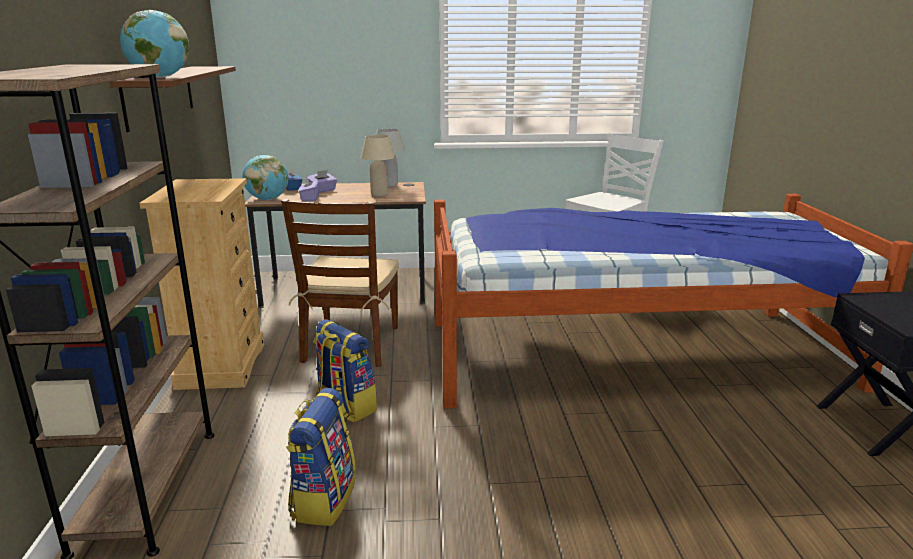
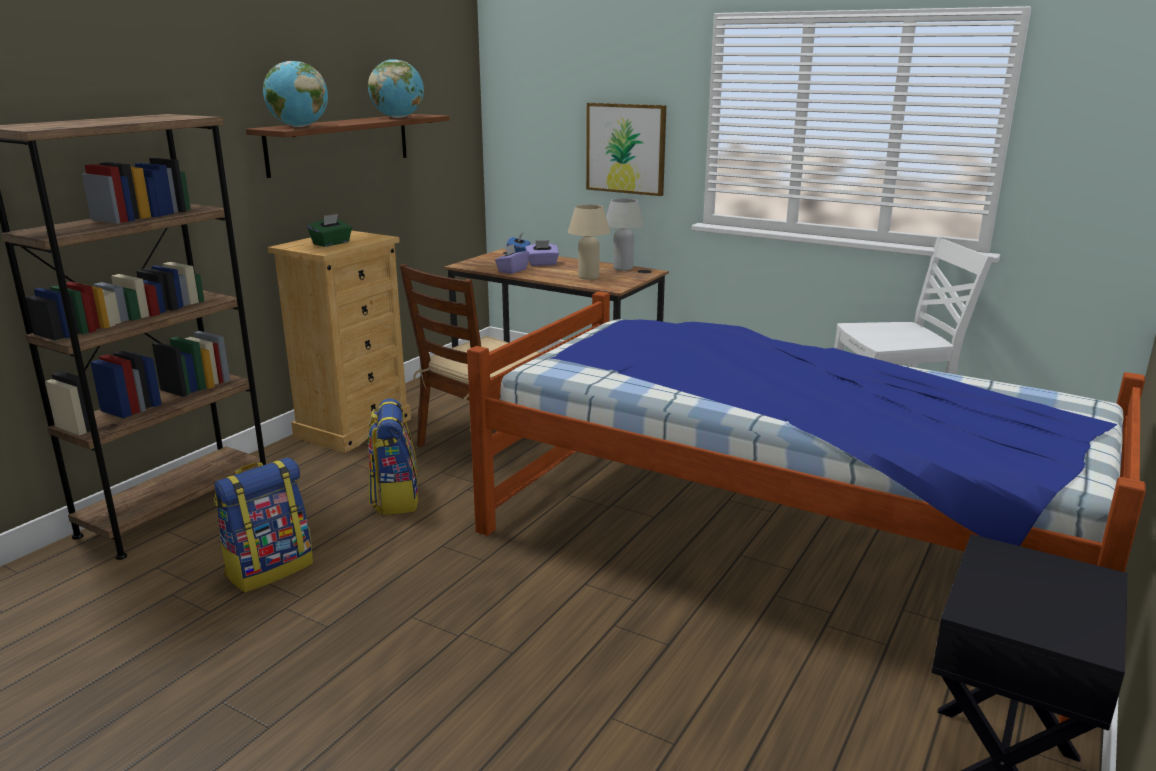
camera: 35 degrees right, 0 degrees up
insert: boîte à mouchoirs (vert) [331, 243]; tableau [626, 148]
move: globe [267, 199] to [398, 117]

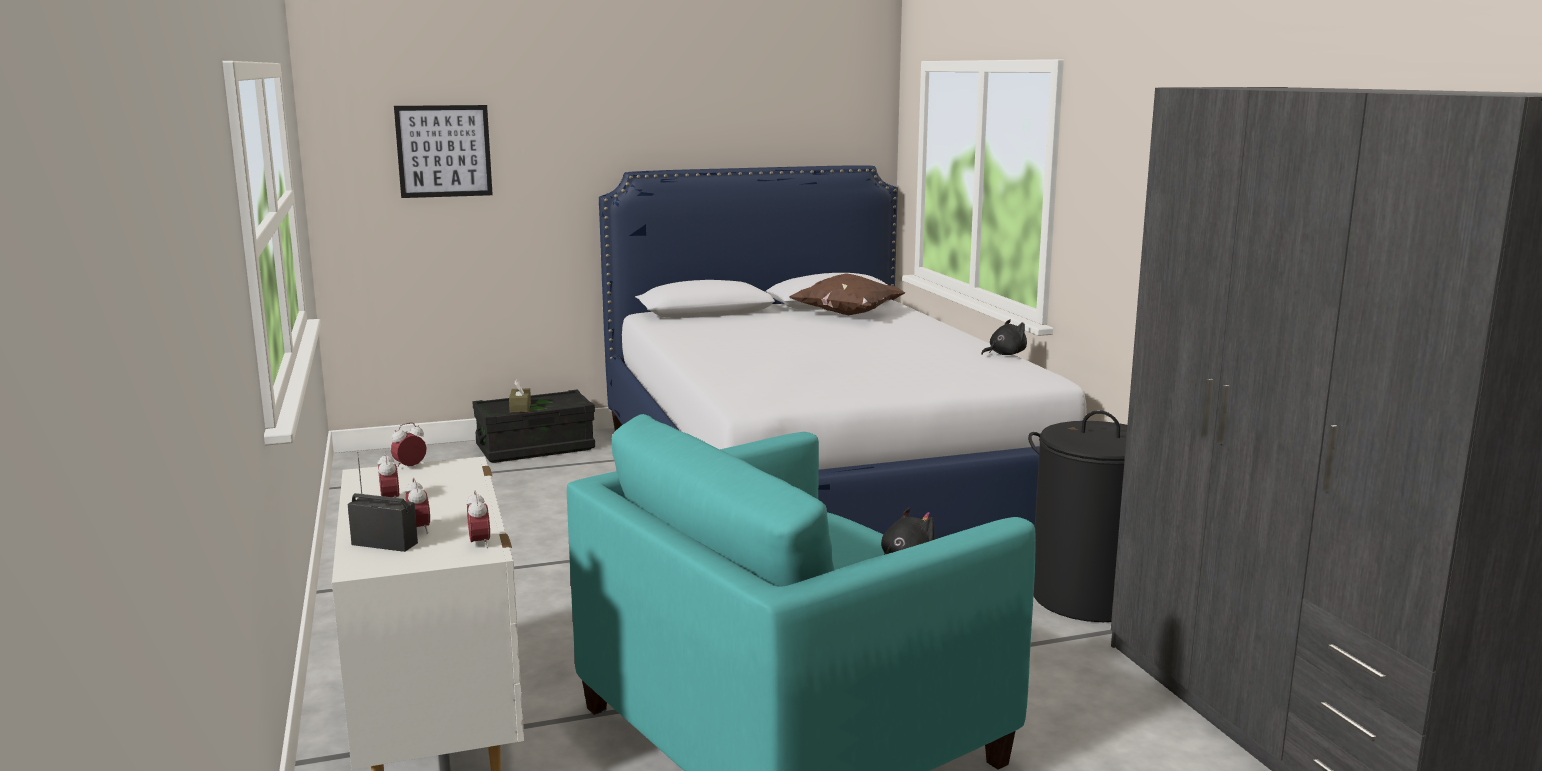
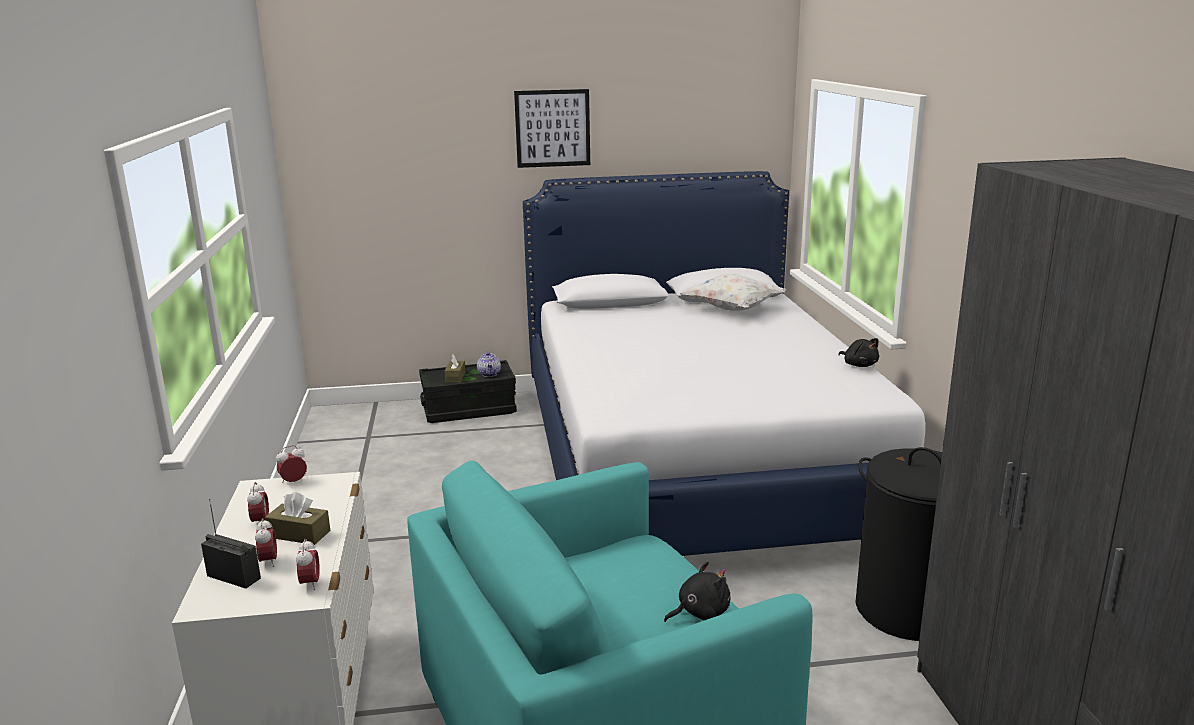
camera: 10 degrees right, 5 degrees up
insert: boîte à mouchoirs (marron) [299, 534]; théière [489, 374]
move: tableau [444, 151] to [552, 128]
recolor: coussin (marron) [848, 314] to coussin (blanc) [732, 309]
rotate: peluche (noir) [1005, 354] = [859, 365] 75 degrees clockwise

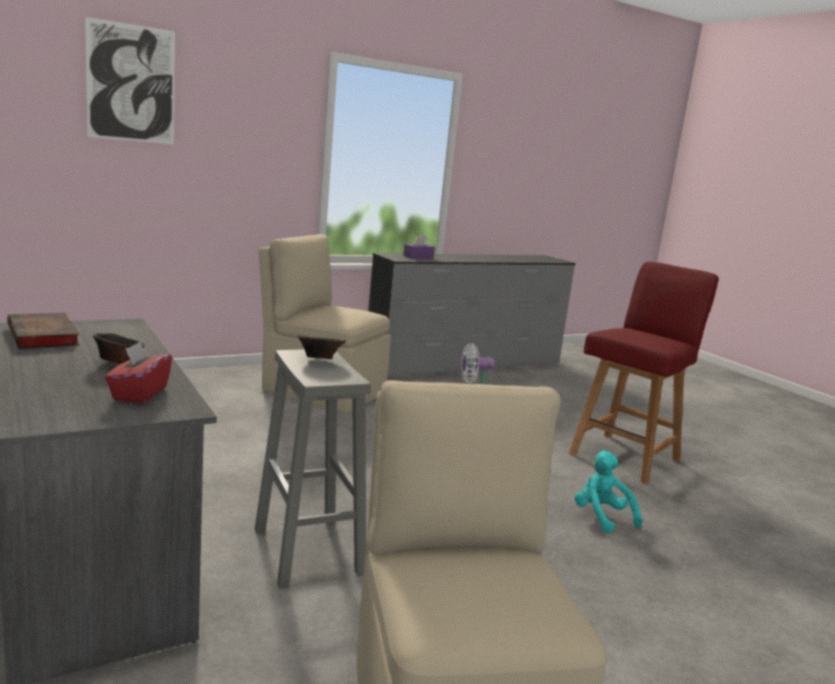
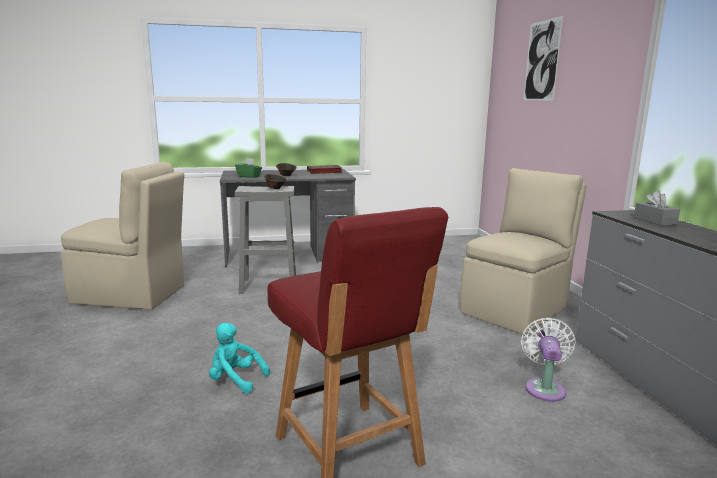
camera: 110 degrees right, 0 degrees up
recolor: boîte à mouchoirs (rouge) [139, 394] to boîte à mouchoirs (vert) [249, 176]; boîte à mouchoirs (violet) [418, 257] to boîte à mouchoirs (gris) [654, 221]
rotate: peluche (turquoise) [601, 517] = [235, 380] 150 degrees counterclockwise

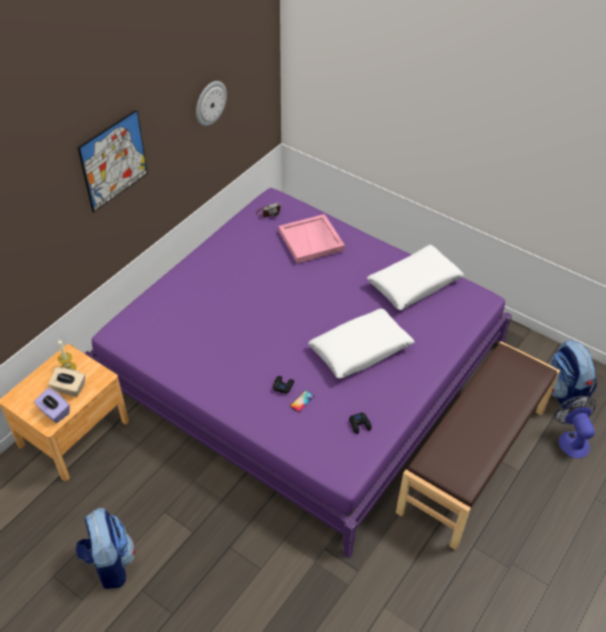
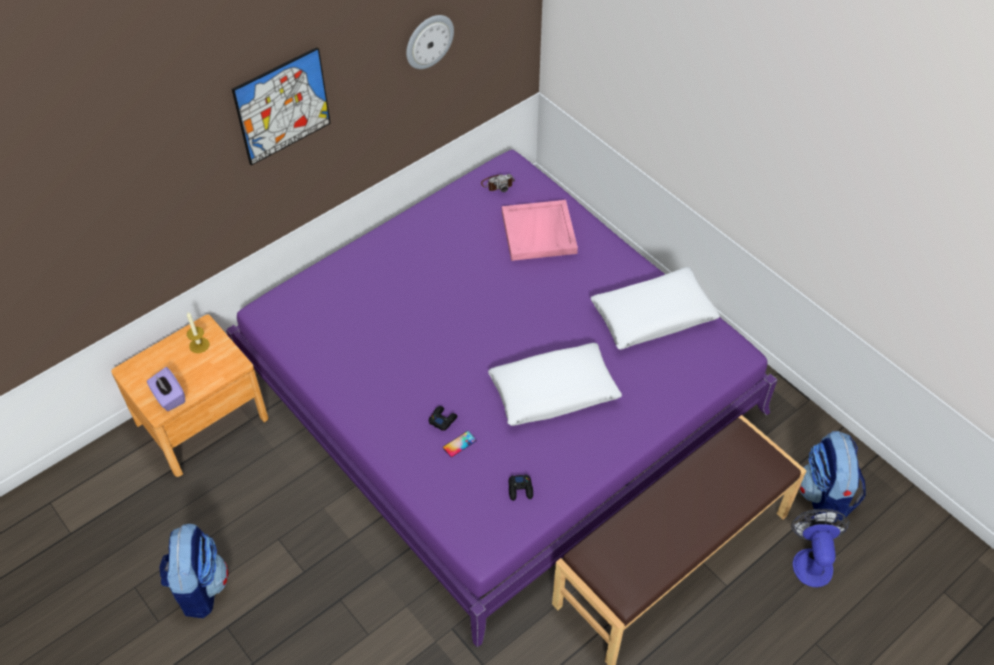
camera: 15 degrees right, 5 degrees up
delete: boîte à mouchoirs (beige) [69, 388]

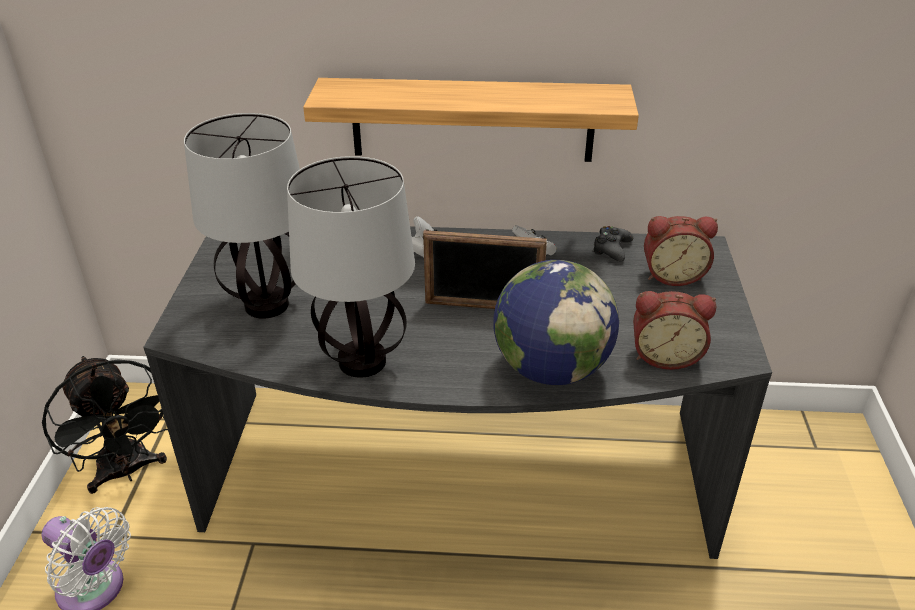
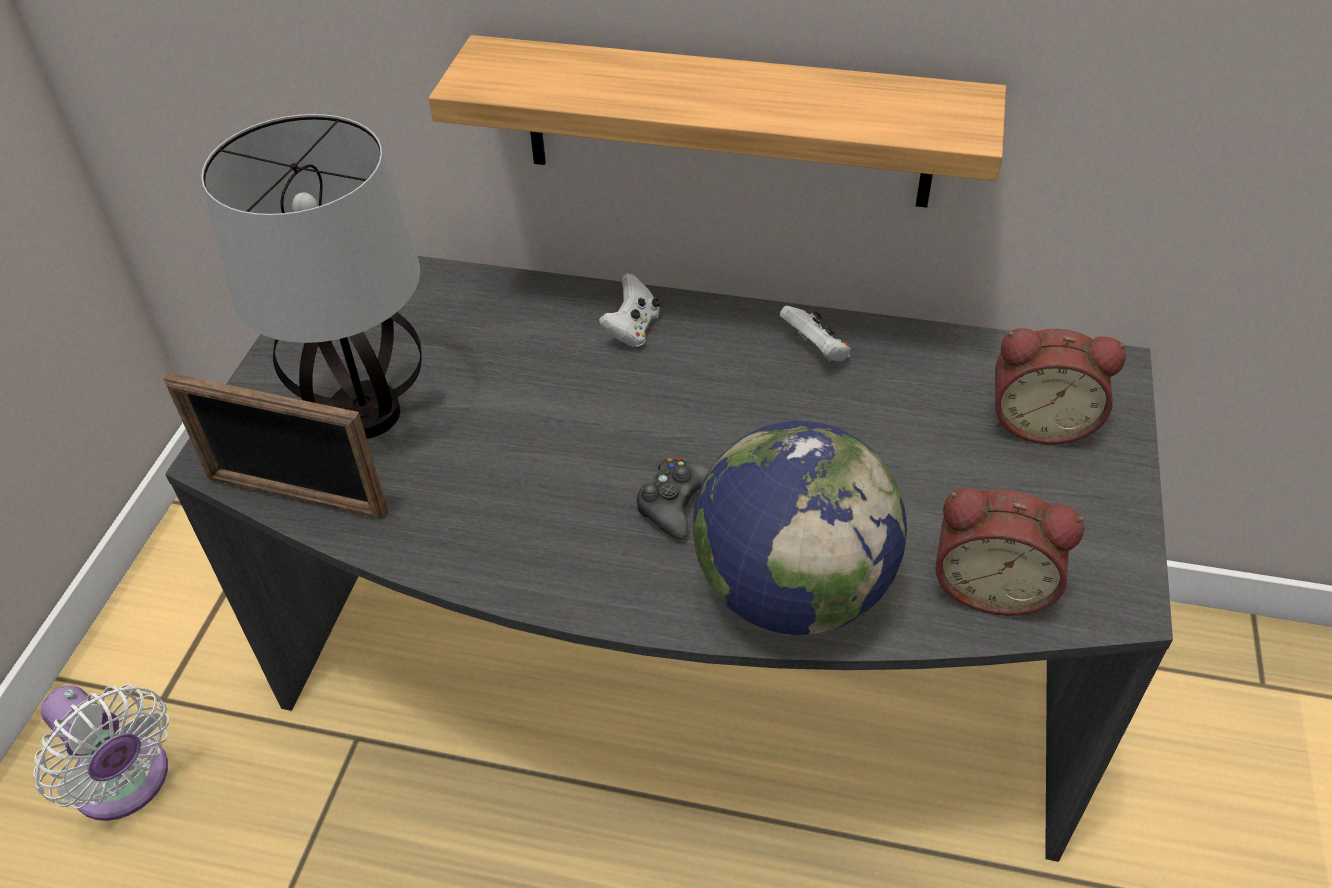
camera: 10 degrees right, 10 degrees up
delete: ventilateur (noir) [127, 472]; lampe de table [360, 362]
move: cadre photo [483, 307] to [296, 496]; manette (noir) [611, 249] to [676, 504]

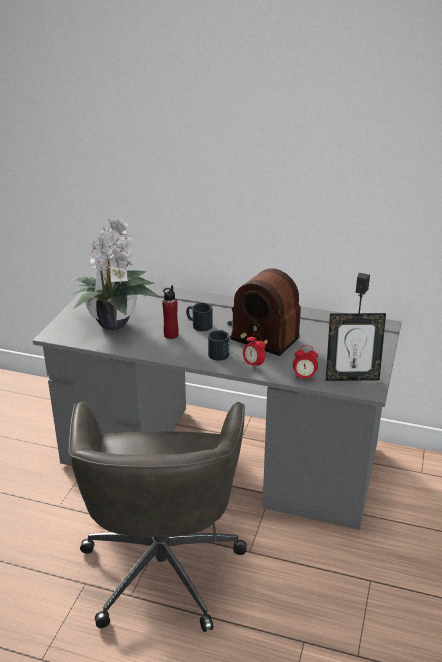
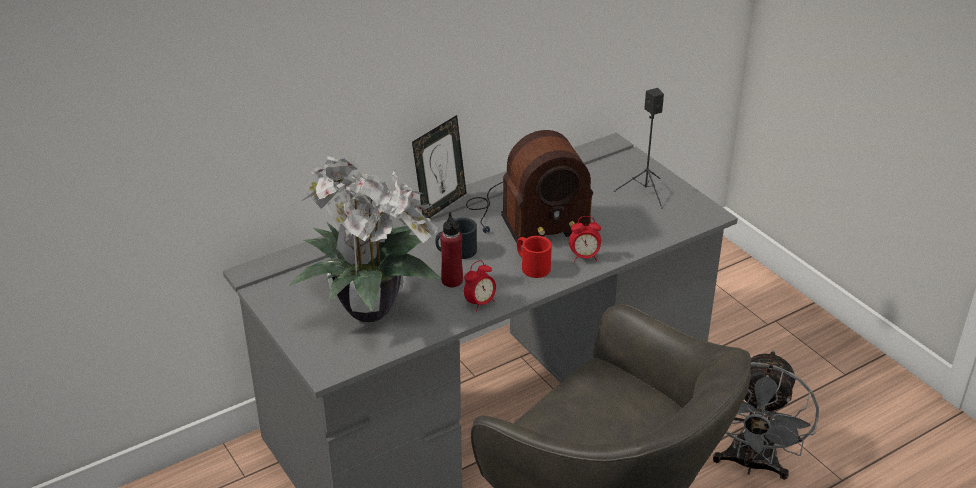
camera: 50 degrees left, 5 degrees up
insert: ventilateur (gris) [750, 464]
move: réveil [304, 377] to [480, 303]; cadre photo [351, 377] to [441, 205]
recolor: mug (noir) [219, 352] to mug (rouge) [531, 266]

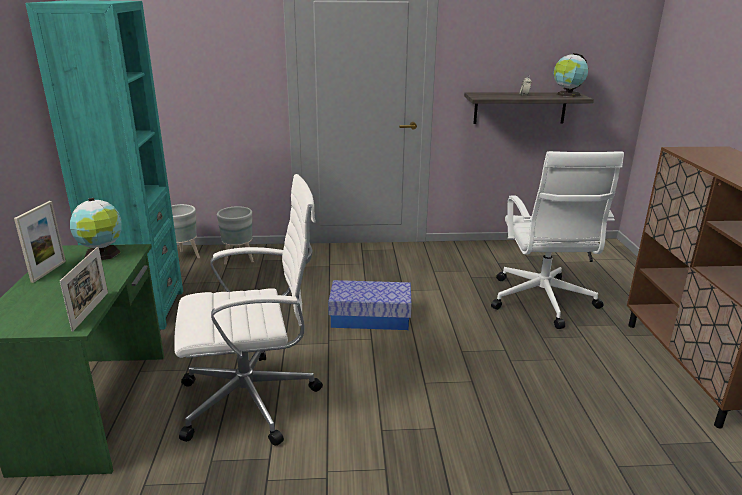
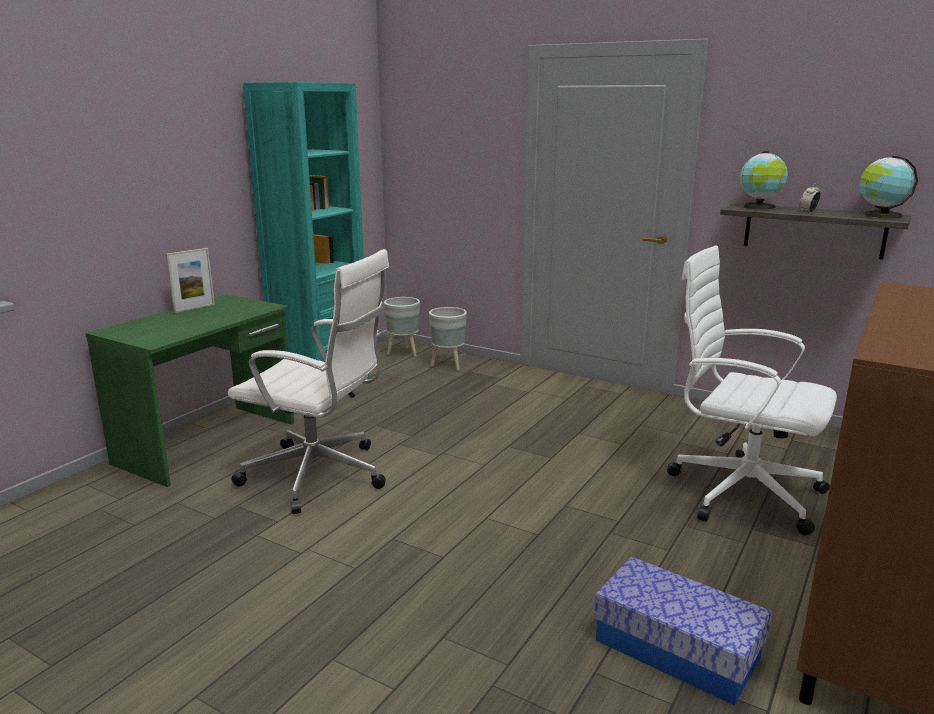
camera: 35 degrees right, 5 degrees down
delete: cadre photo [90, 311]
move: globe [102, 254] to [759, 207]; boîte de rangement [370, 317] to [677, 649]
rotate: chaise de bureau (blanc) [542, 302] = [740, 492] 90 degrees clockwise

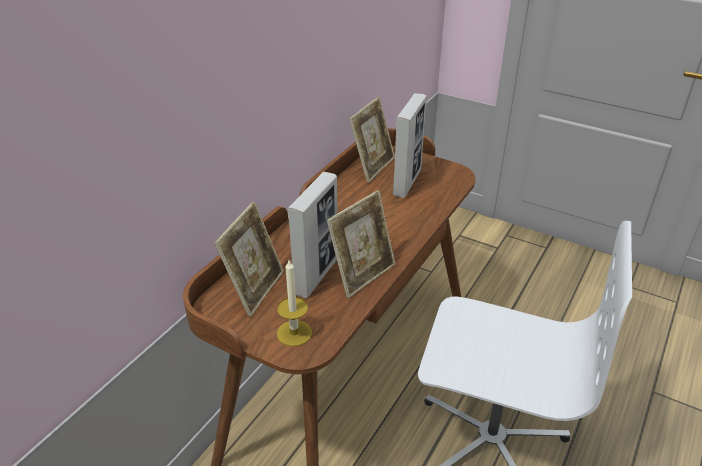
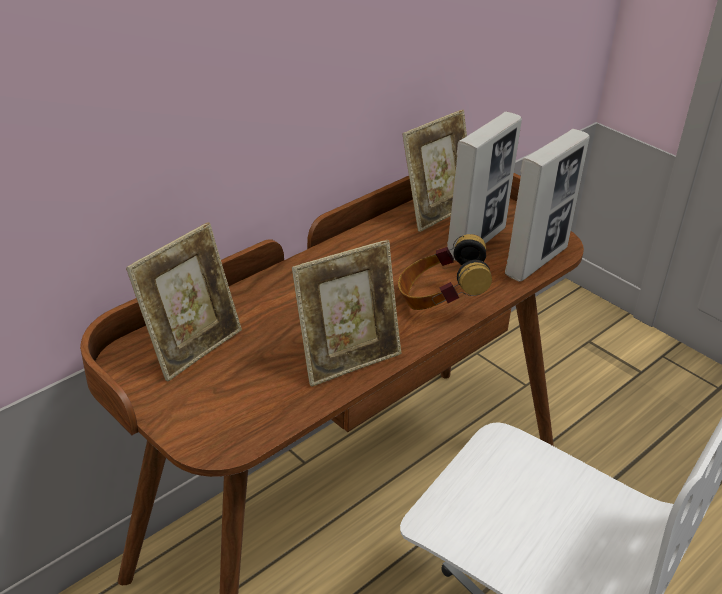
camera: 15 degrees right, 0 degrees up
delete: bougie [294, 333]
insert: casque audio [440, 301]
move: cadre photo [316, 276] to [536, 261]

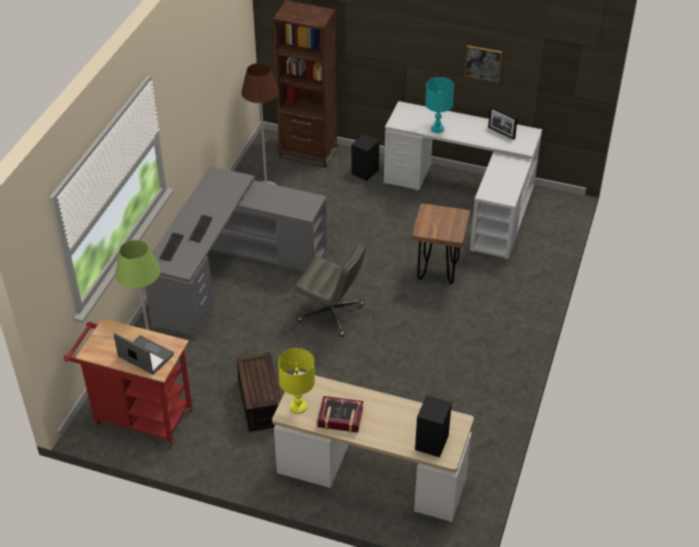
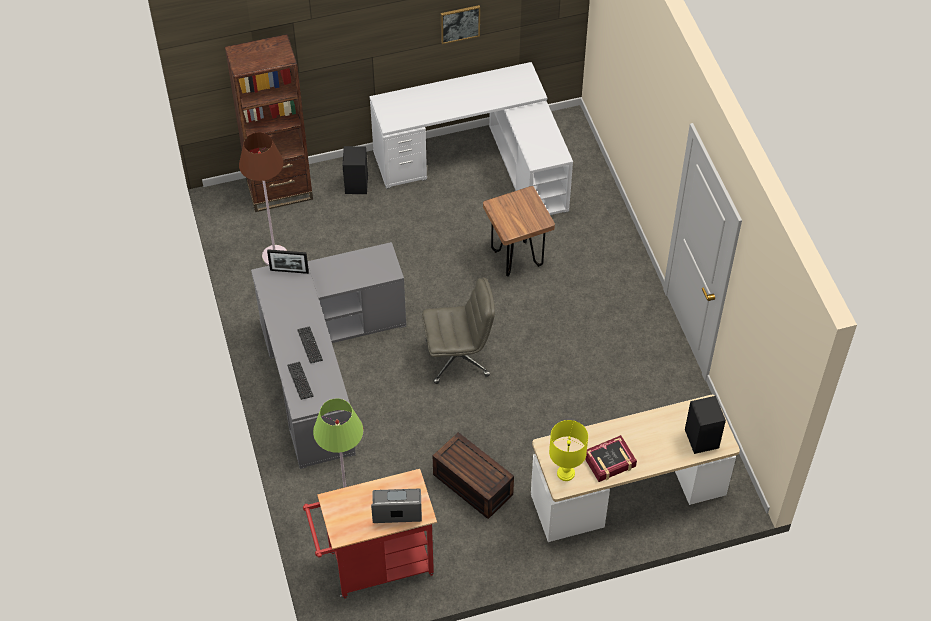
camera: 35 degrees left, 10 degrees up
delete: lampe de table (turquoise) [437, 129]
move: cadre photo [501, 133] to [289, 271]

